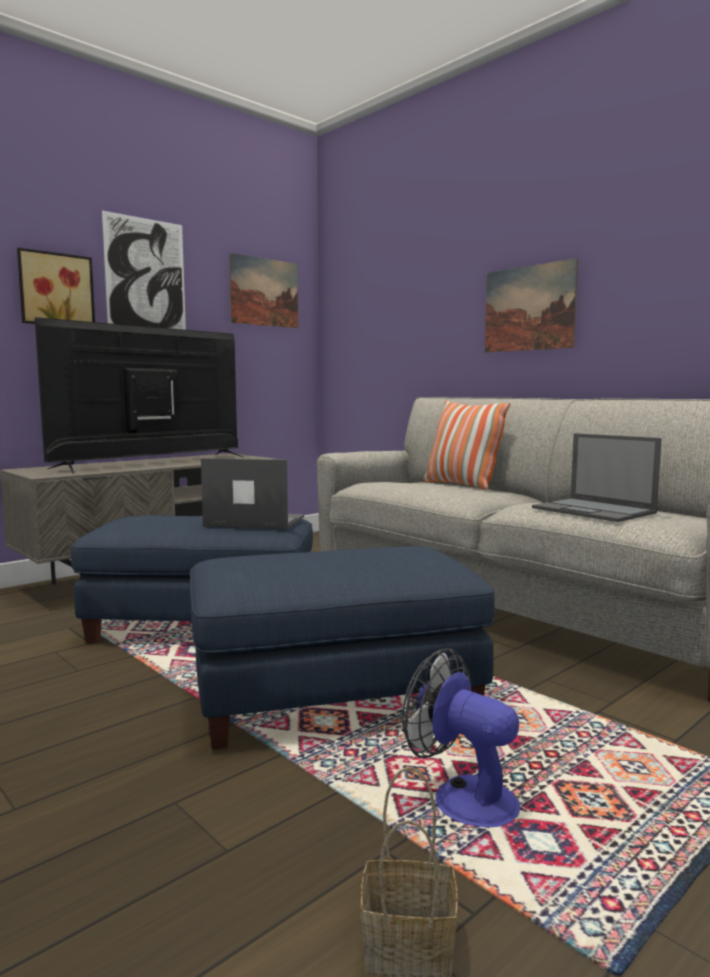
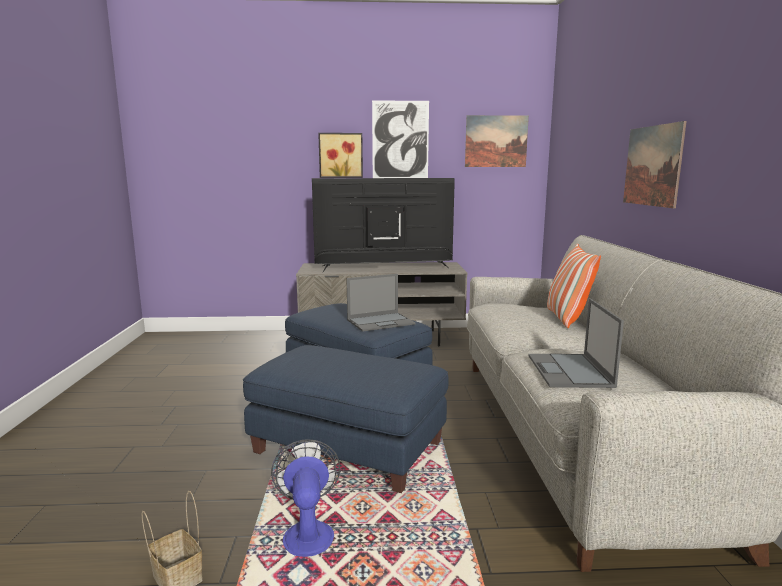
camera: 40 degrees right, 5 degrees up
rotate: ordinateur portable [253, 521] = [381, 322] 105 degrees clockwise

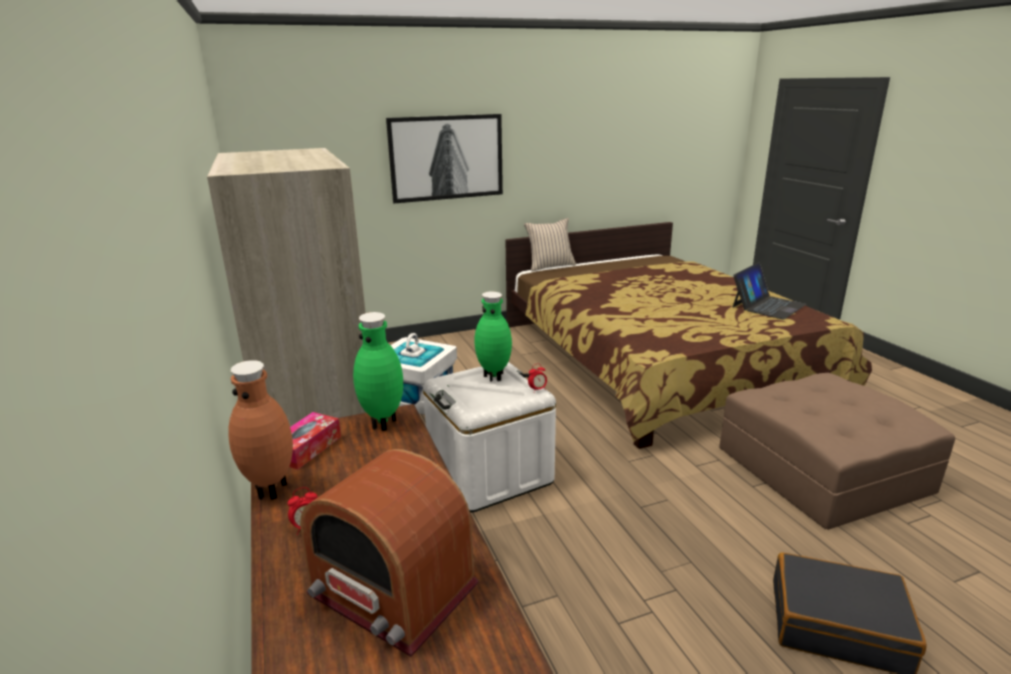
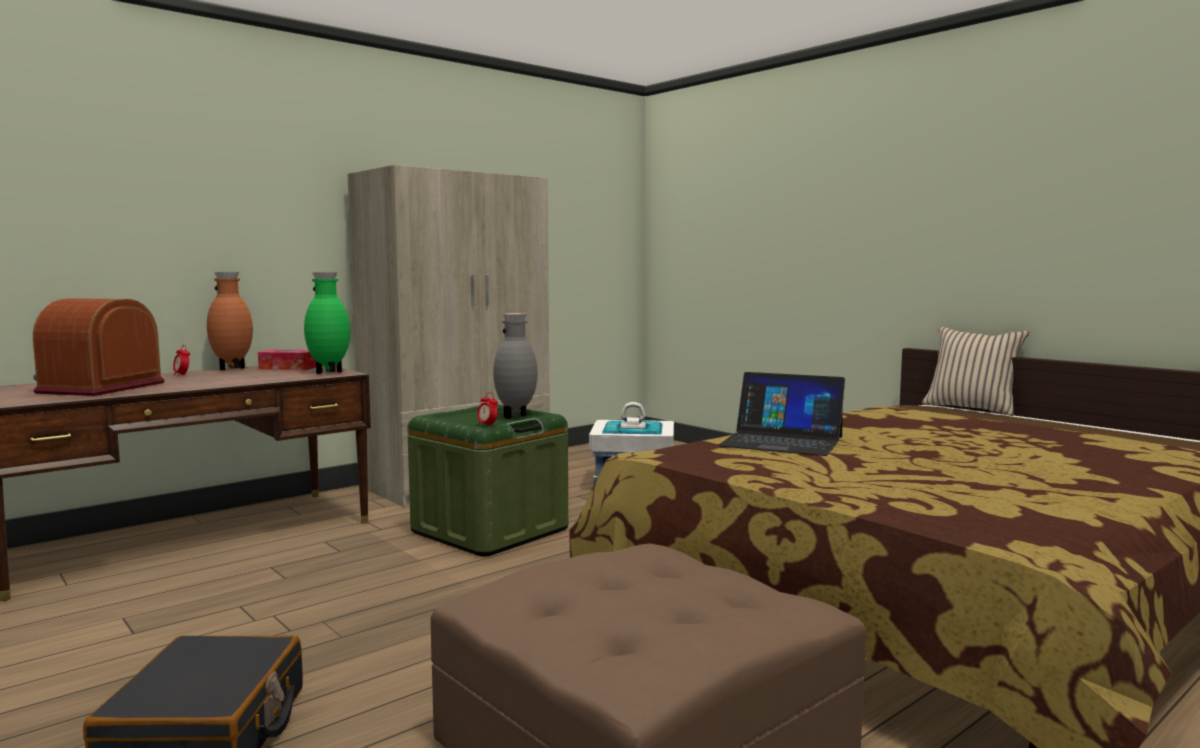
camera: 70 degrees right, 15 degrees down
delete: tableau [446, 157]
move: ordinateur portable [767, 305] to [782, 441]
recolor: boîte de rangement (blanc) [490, 473] to boîte de rangement (vert) [490, 531]; vase (vert) [494, 377] to vase (gris) [516, 416]

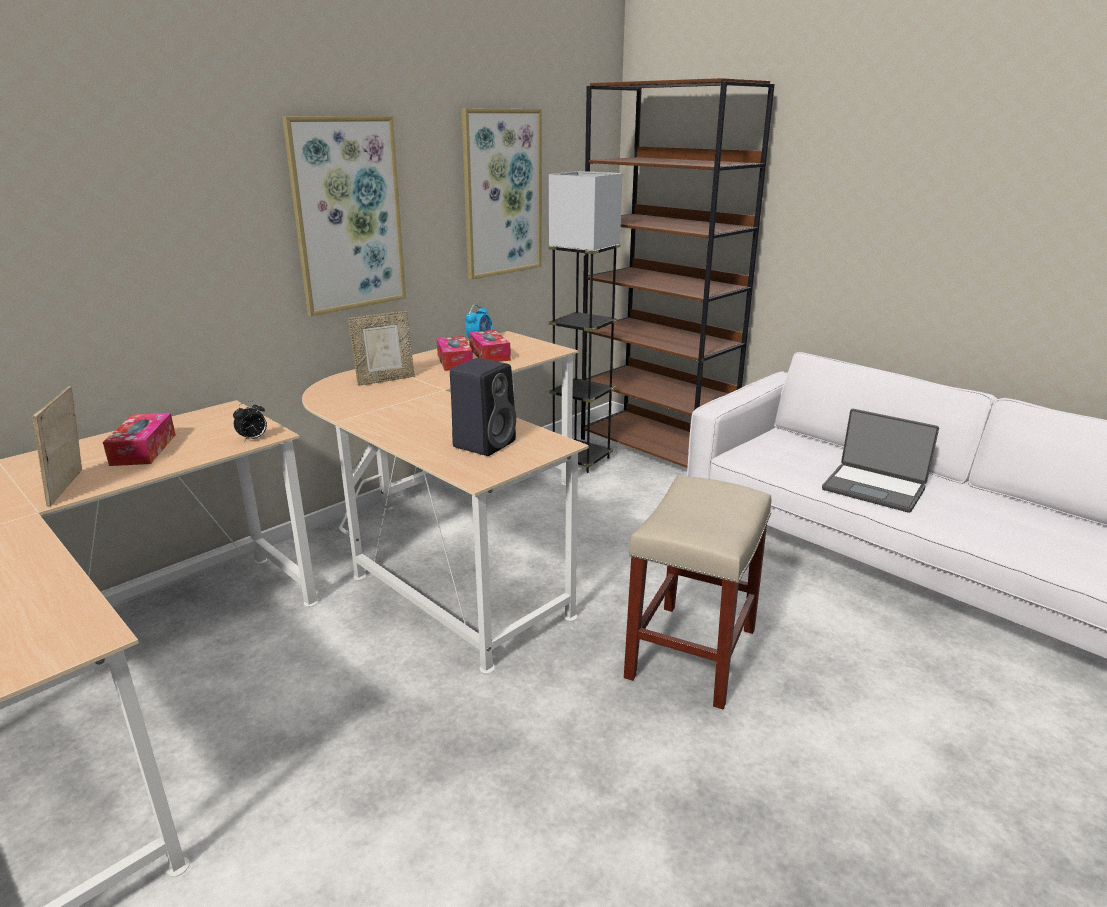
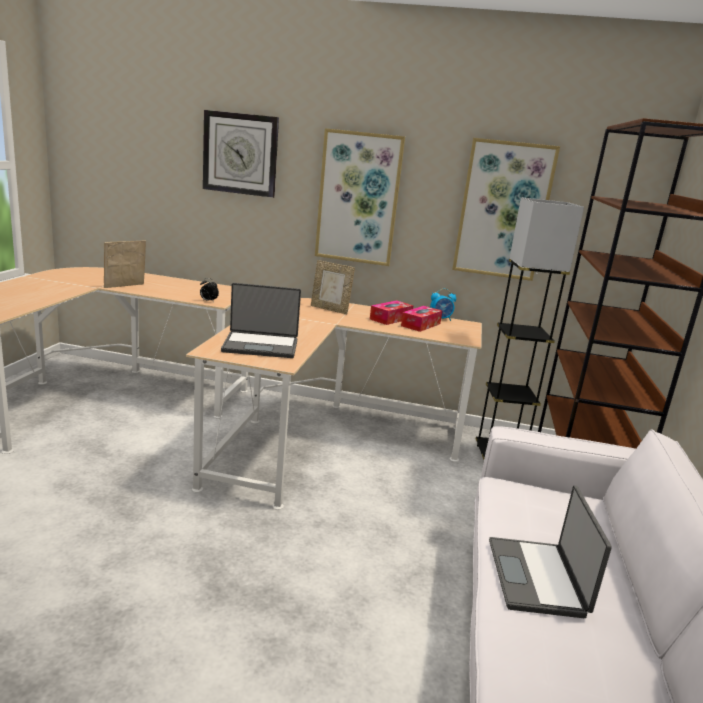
camera: 55 degrees right, 5 degrees down
delete: boîte à mouchoirs [143, 449]; tabouret (beige) [691, 654]
insert: horloge murale [240, 154]
replace: enceinte (noir) [485, 443] to ordinateur portable [261, 346]

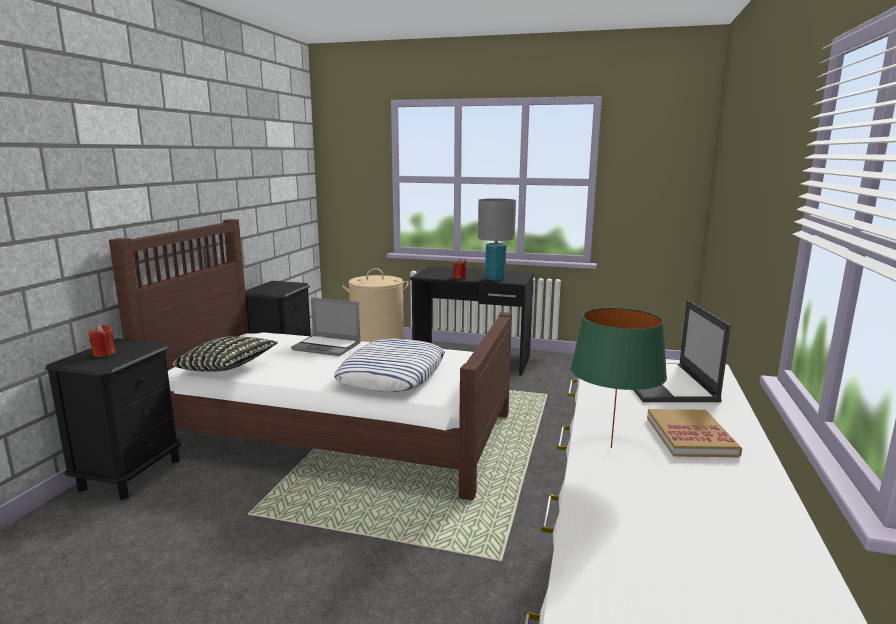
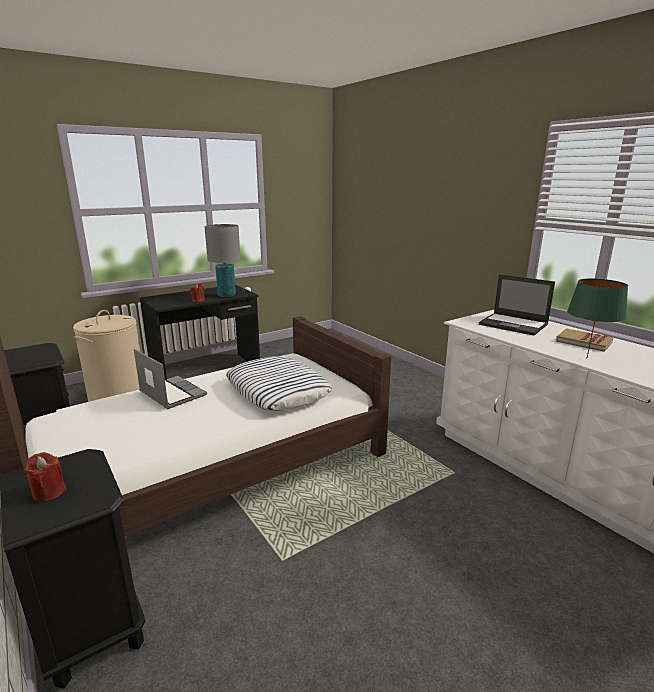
camera: 50 degrees left, 5 degrees up
delete: coussin [227, 368]
rotate: ordinateur portable [328, 347] = [171, 394] 105 degrees counterclockwise

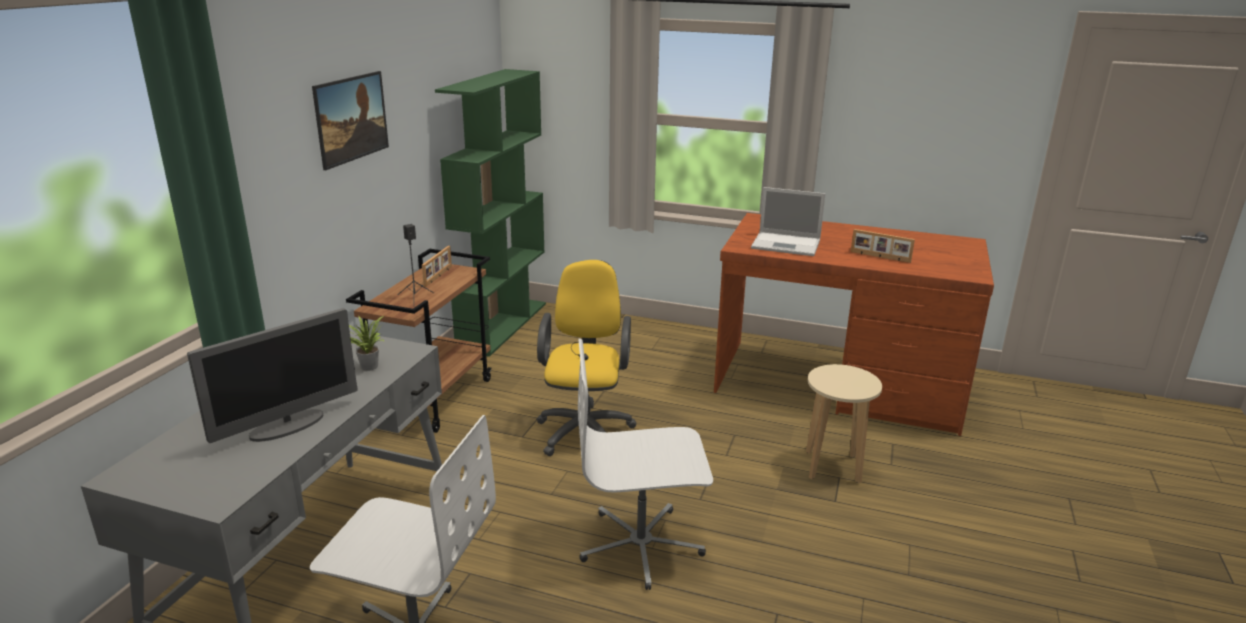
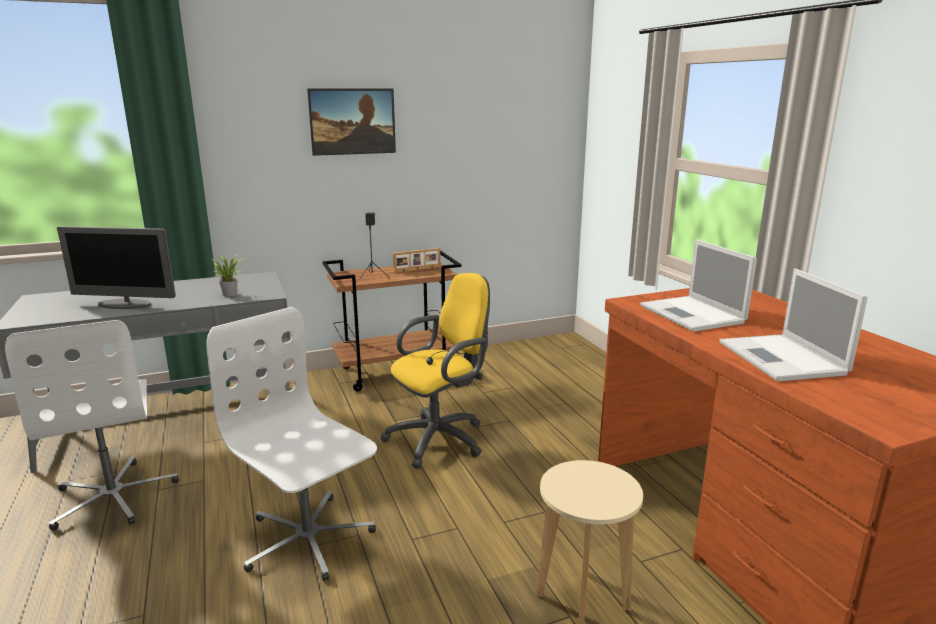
camera: 50 degrees right, 5 degrees down
delete: bibliothèque (vert) [502, 325]
replace: cadre photo [880, 257] to ordinateur portable [783, 359]

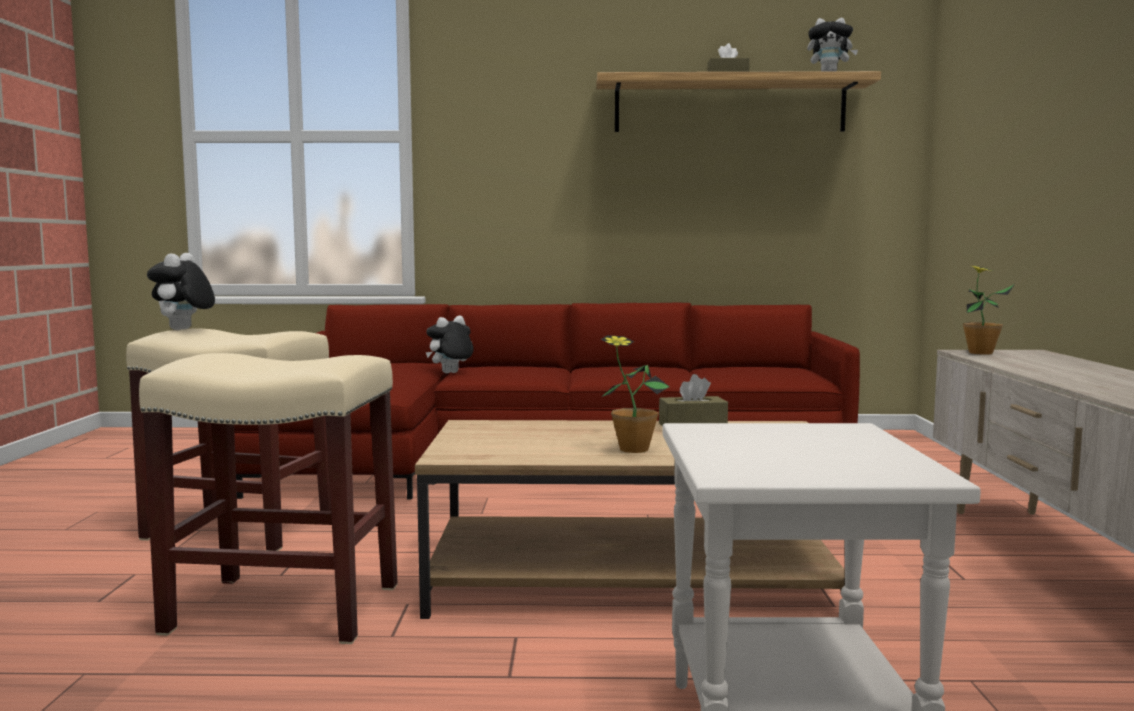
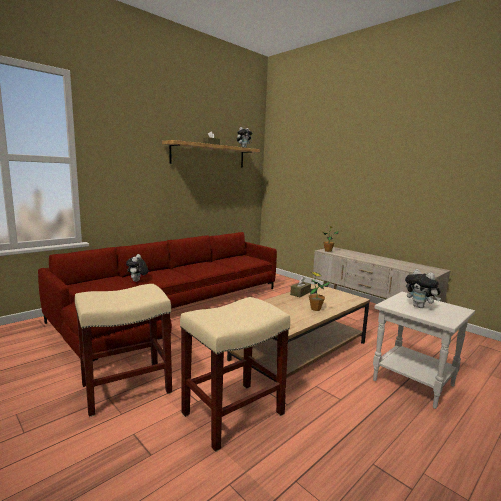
camera: 45 degrees left, 5 degrees up
move: peluche [183, 330] to [420, 307]

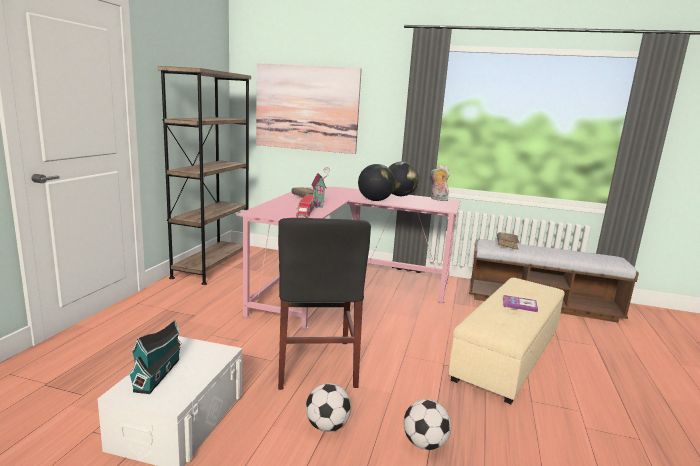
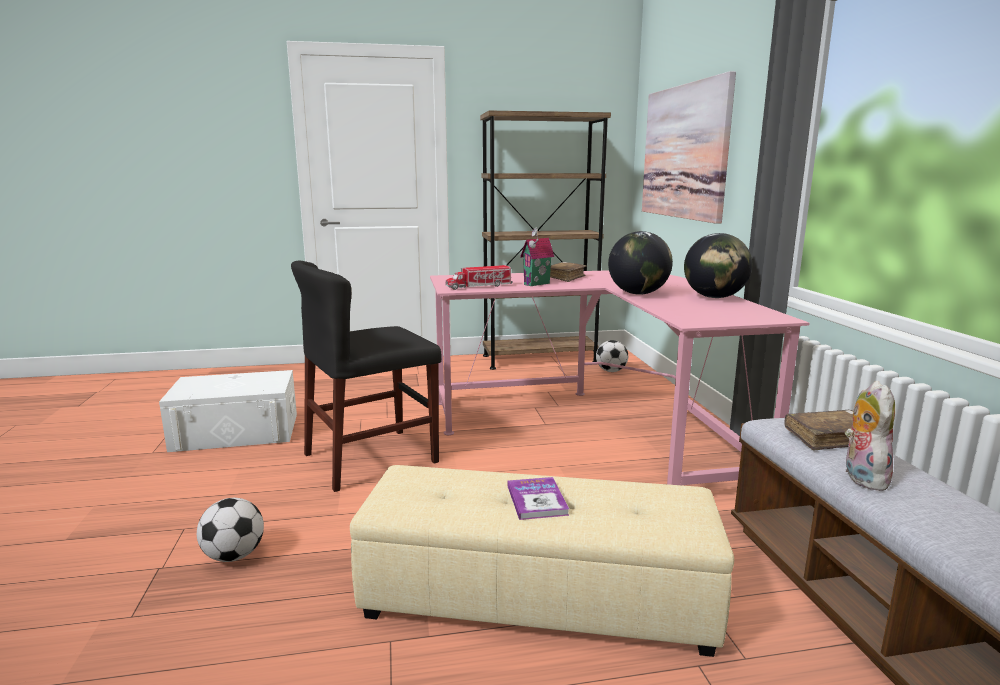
camera: 65 degrees right, 0 degrees up
delete: maison miniature [158, 373]
move: ballon de foot [327, 426] to [611, 371]; peluche [438, 199] to [861, 477]

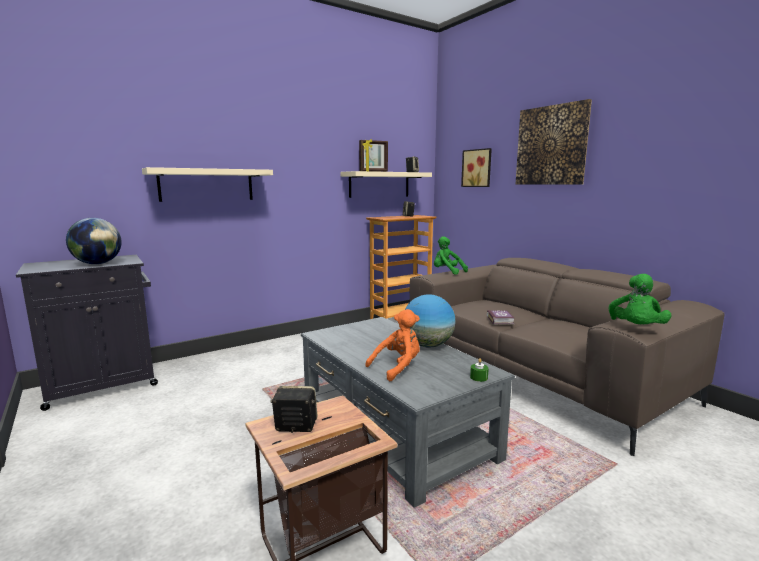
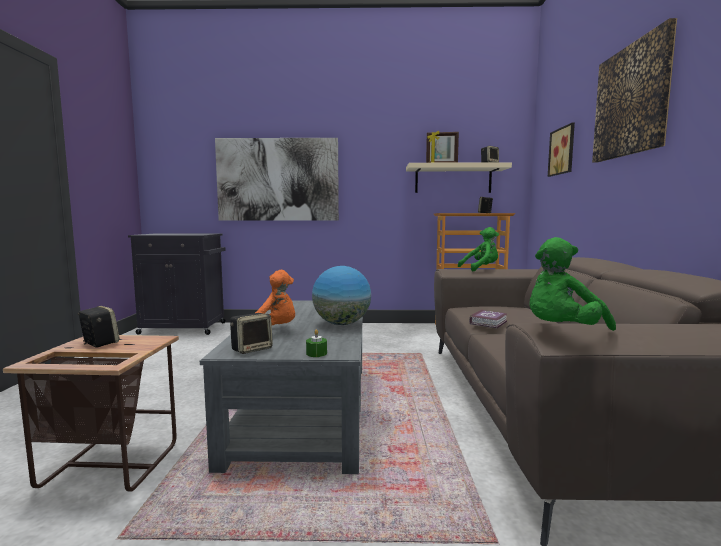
camera: 35 degrees right, 5 degrees down
delete: globe [97, 263]
insert: enceinte [252, 349]
replace: étagère (beige) [206, 185] to tableau [278, 180]
rotate: peluche (vert) [447, 272] = [481, 269] 90 degrees clockwise

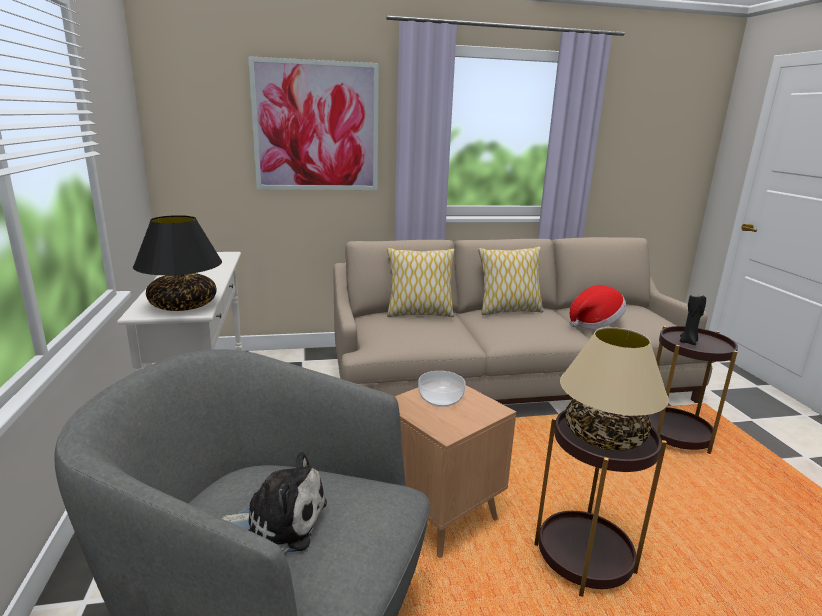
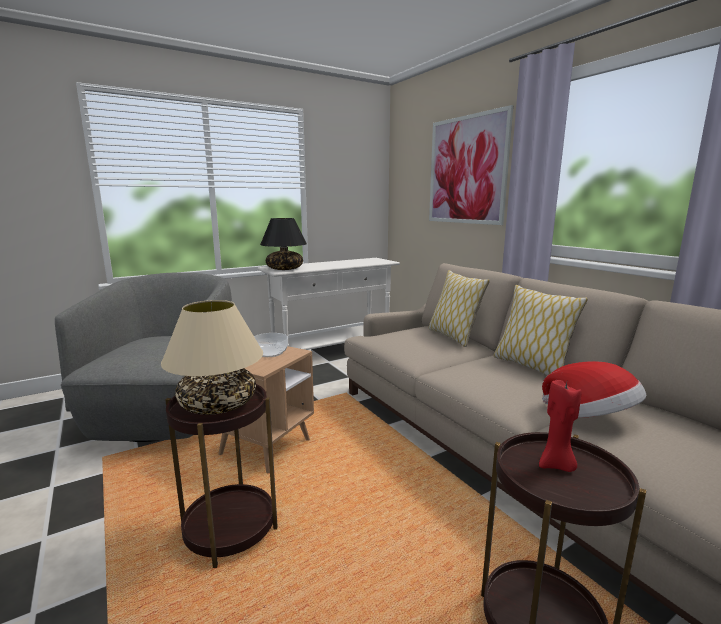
camera: 70 degrees right, 5 degrees down
delete: peluche [280, 521]
recolor: bougie (noir) [688, 342] to bougie (rouge) [556, 465]

